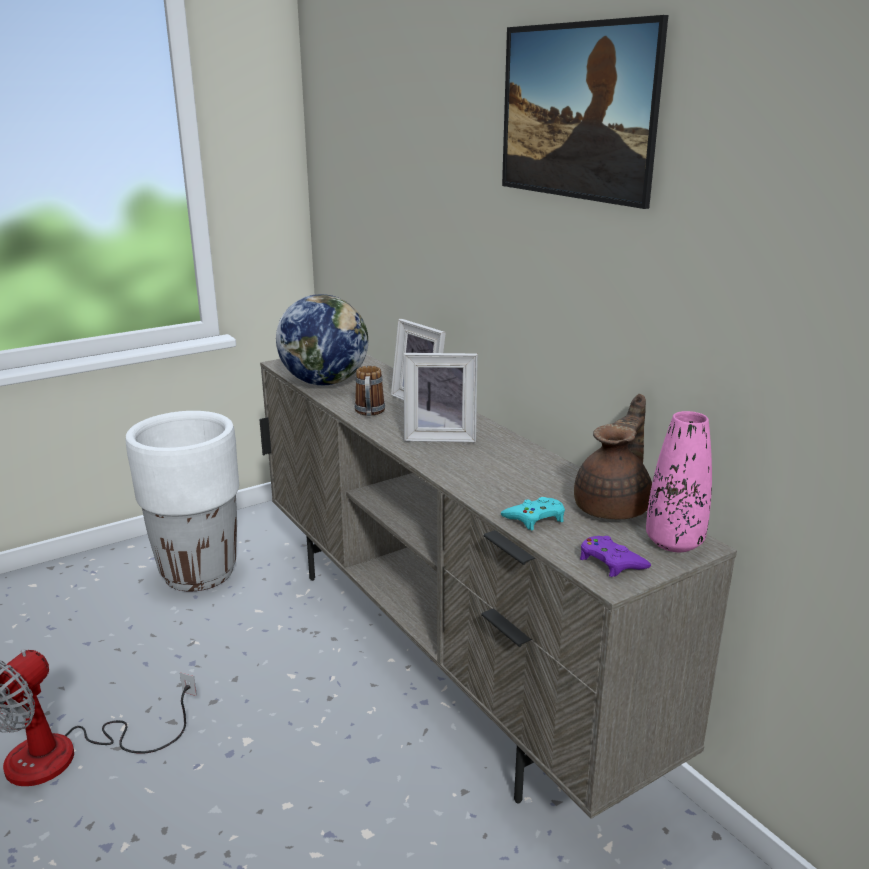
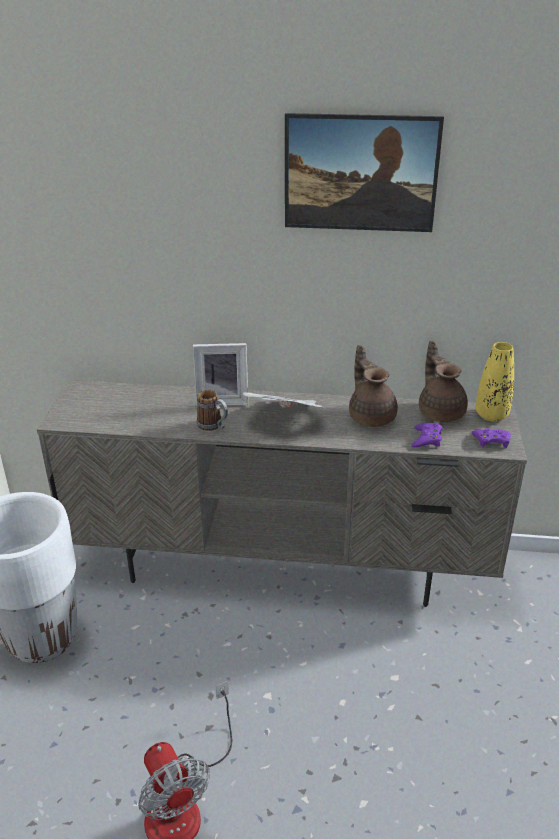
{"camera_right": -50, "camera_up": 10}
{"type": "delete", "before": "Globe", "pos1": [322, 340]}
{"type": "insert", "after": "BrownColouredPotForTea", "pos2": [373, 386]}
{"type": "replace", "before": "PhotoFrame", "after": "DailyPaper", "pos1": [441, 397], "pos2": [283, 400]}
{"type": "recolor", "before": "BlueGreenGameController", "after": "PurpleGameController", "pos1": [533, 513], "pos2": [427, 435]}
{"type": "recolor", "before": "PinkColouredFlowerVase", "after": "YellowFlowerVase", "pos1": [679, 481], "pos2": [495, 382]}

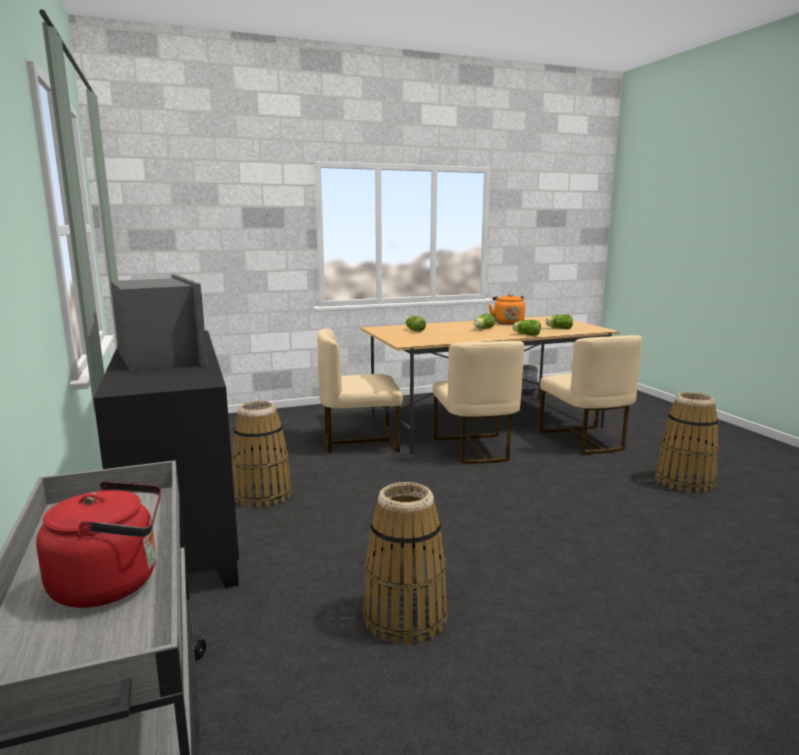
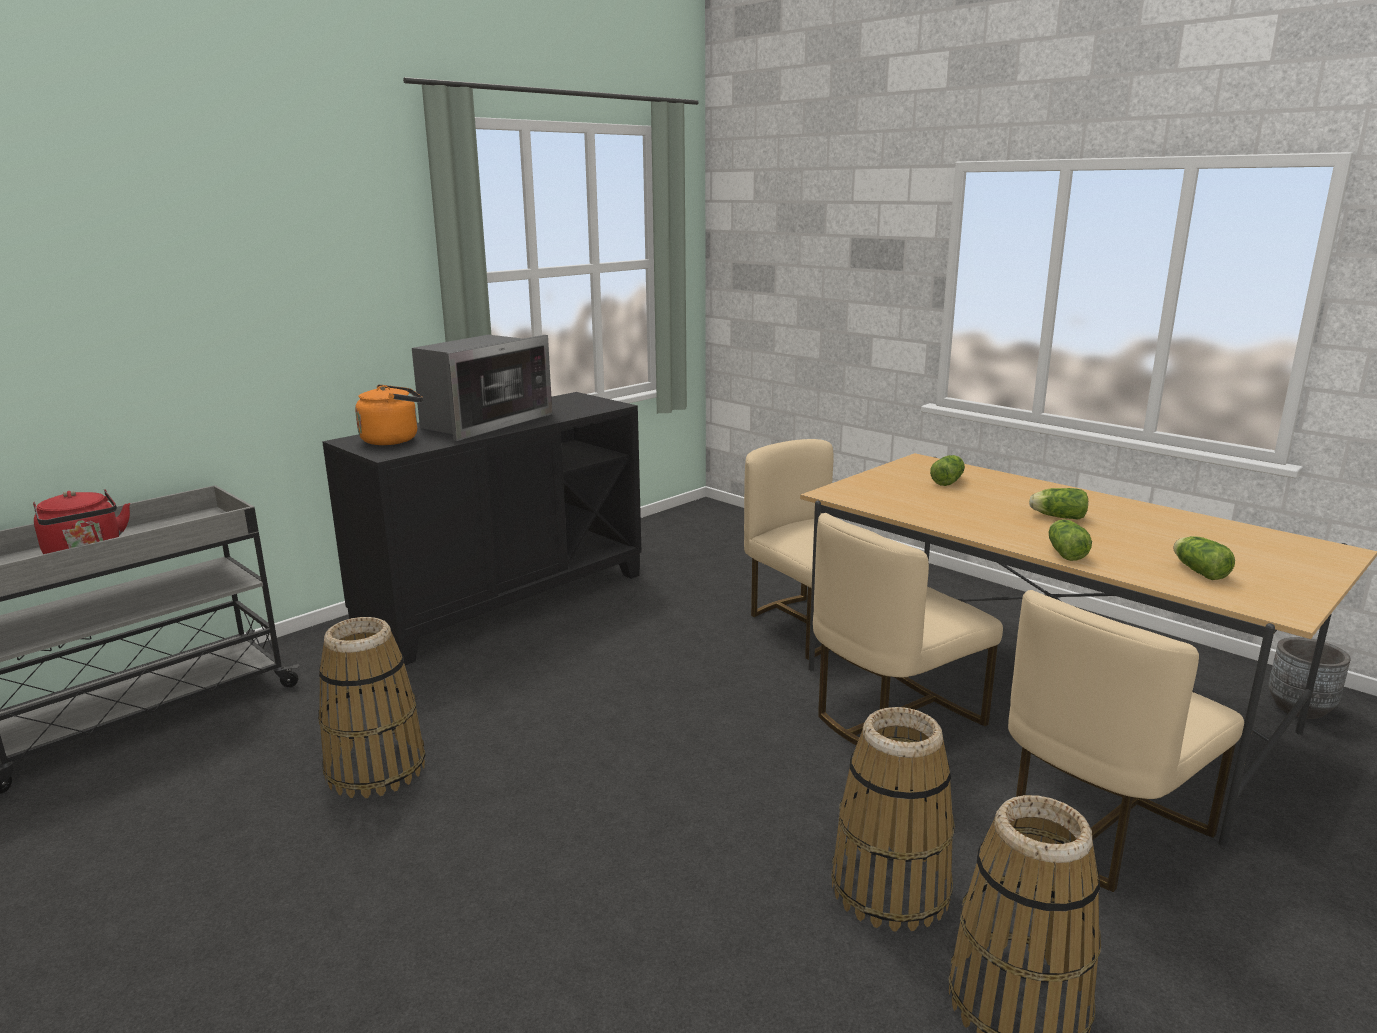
{"camera_right": 65, "camera_up": 5}
{"type": "move", "before": "HouseholdBasket", "pos1": [261, 454], "pos2": [893, 819]}
{"type": "move", "before": "OrangeColouredKettle", "pos1": [507, 309], "pos2": [389, 415]}

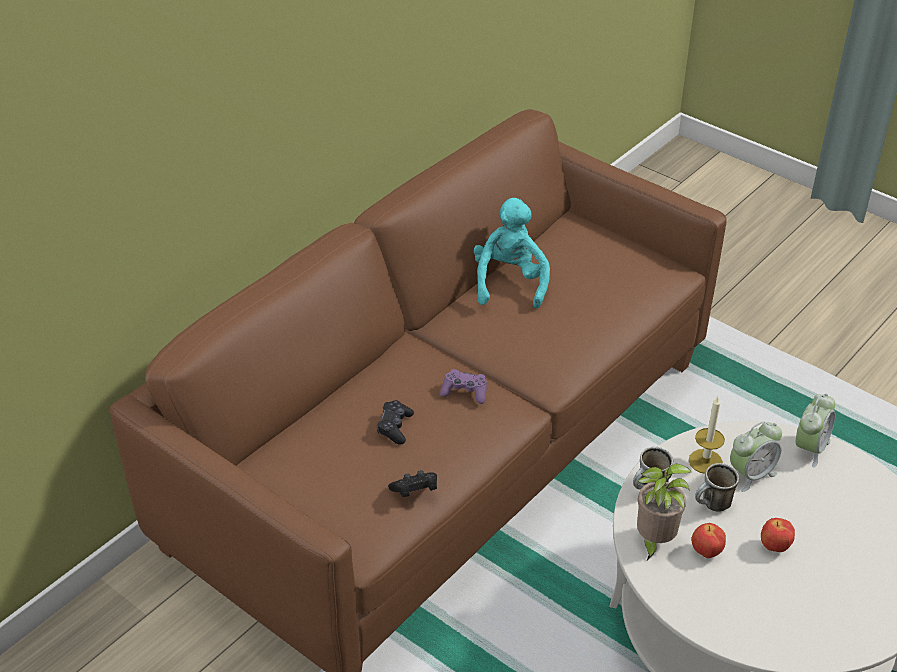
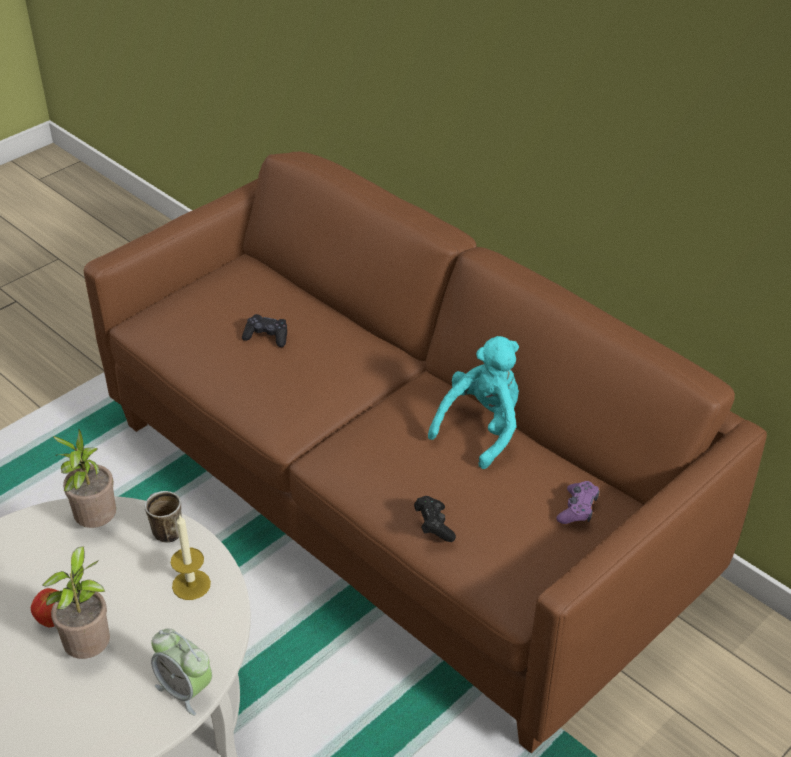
{"camera_right": 95, "camera_up": 0}
{"type": "delete", "before": "AppleFruit", "pos1": [708, 540]}
{"type": "delete", "before": "CoffeeMug", "pos1": [717, 487]}
{"type": "delete", "before": "BedsideClock", "pos1": [756, 457]}
{"type": "insert", "after": "Houseplant", "pos2": [76, 603]}
{"type": "move", "before": "BlackishGameController", "pos1": [412, 483], "pos2": [435, 519]}
{"type": "move", "before": "PurpleGameController", "pos1": [463, 386], "pos2": [577, 502]}
{"type": "rotate", "before": "BlueGreenSoftToy", "pos1": [512, 253], "pos2": [473, 402], "turn": -60}

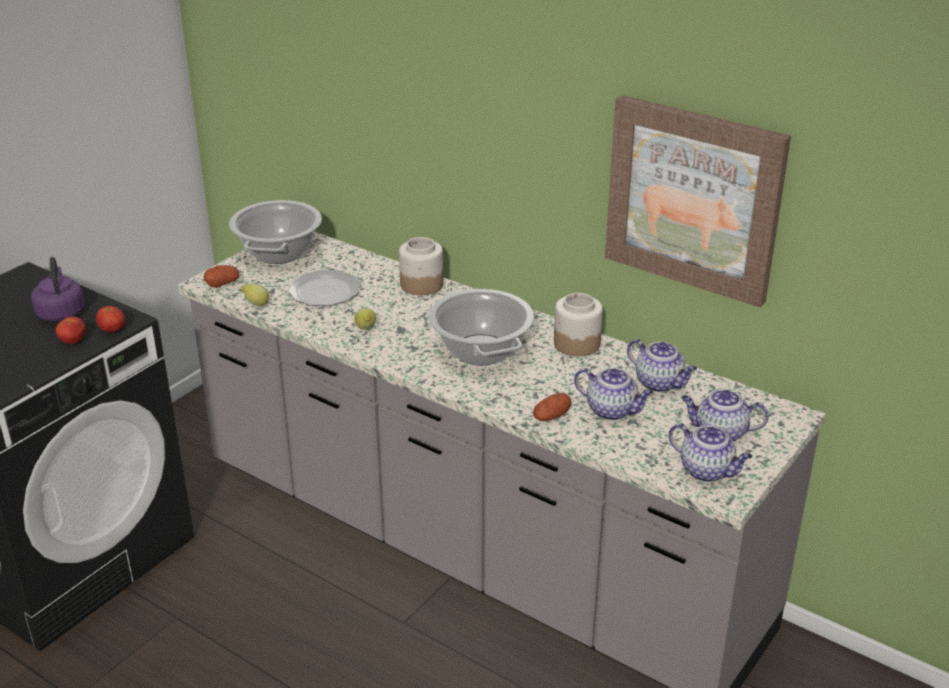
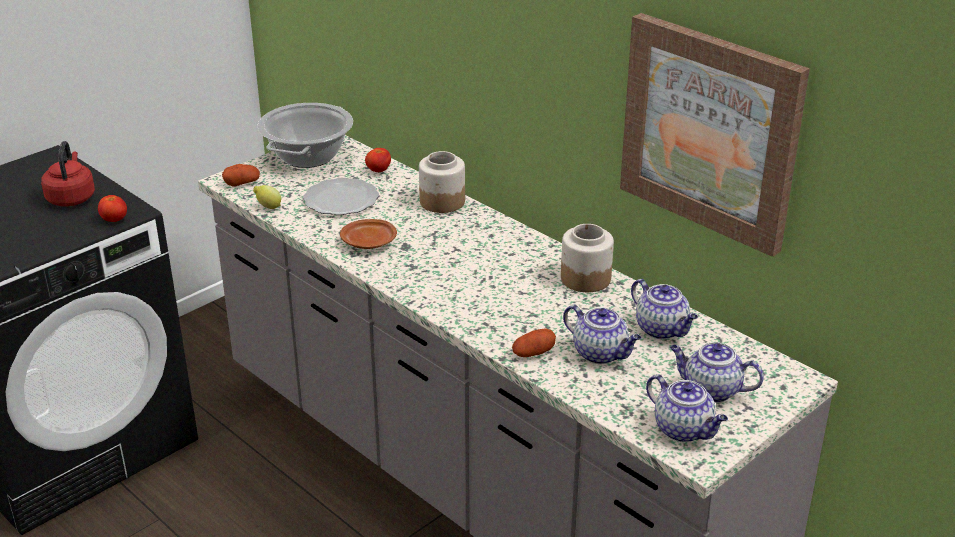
{"camera_right": 10, "camera_up": 0}
{"type": "delete", "before": "Stockpot", "pos1": [481, 327]}
{"type": "move", "before": "FreshTomato", "pos1": [71, 330], "pos2": [378, 160]}
{"type": "replace", "before": "Lemon", "after": "BrownColouredFlatDish", "pos1": [365, 319], "pos2": [368, 234]}
{"type": "recolor", "before": "PurpleKettle", "after": "RedColouredKettle", "pos1": [58, 289], "pos2": [68, 173]}

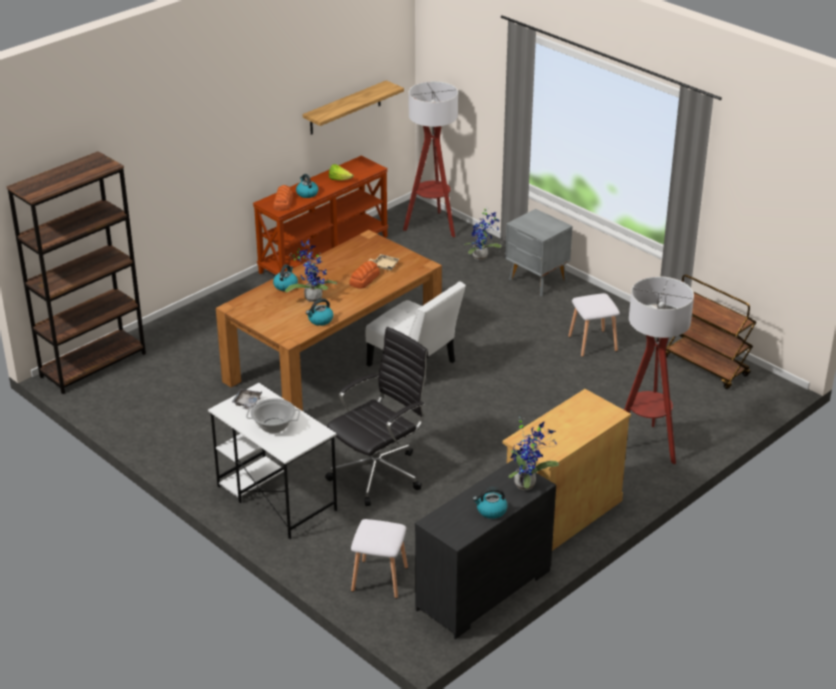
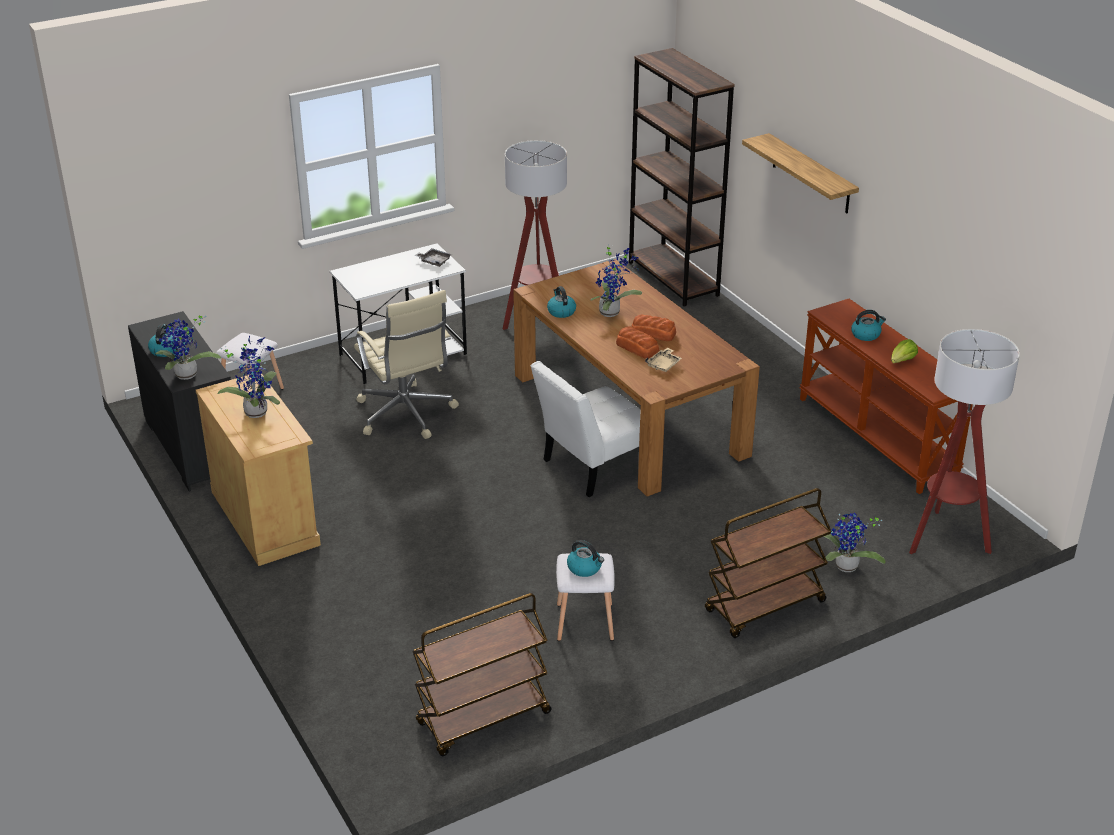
{"camera_right": 105, "camera_up": 0}
{"type": "delete", "before": "Stockpot", "pos1": [273, 415]}
{"type": "insert", "after": "Houseplant", "pos2": [248, 377]}
{"type": "move", "before": "BakedBread", "pos1": [283, 198], "pos2": [654, 327]}
{"type": "move", "before": "Kettle", "pos1": [285, 278], "pos2": [585, 558]}
{"type": "move", "before": "BracketShelf", "pos1": [353, 107], "pos2": [800, 173]}
{"type": "move", "before": "StandardLamp", "pos1": [659, 370], "pos2": [535, 235]}
{"type": "replace", "before": "GrayNightstand", "after": "BrownColouredTrolley", "pos1": [539, 252], "pos2": [768, 563]}
{"type": "recolor", "before": "BlackishComputerChair", "after": "SandColouredComputerChair", "pos1": [377, 416], "pos2": [406, 364]}

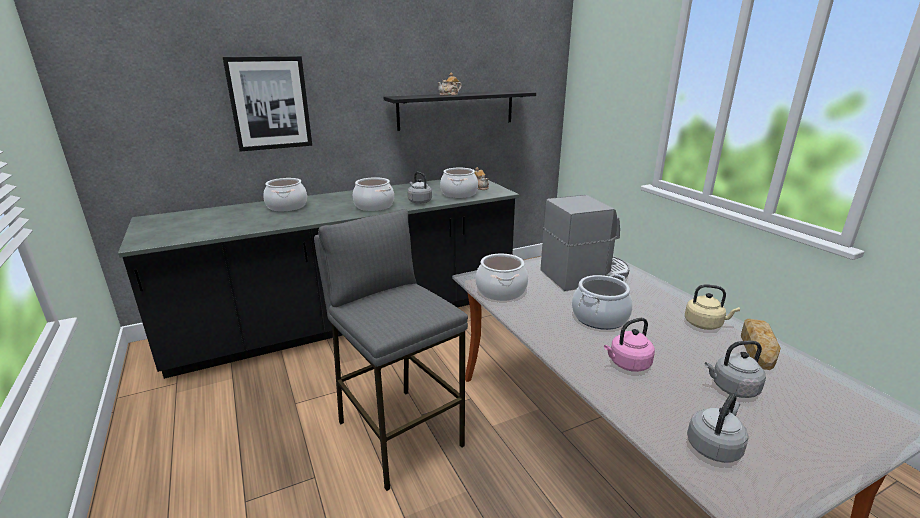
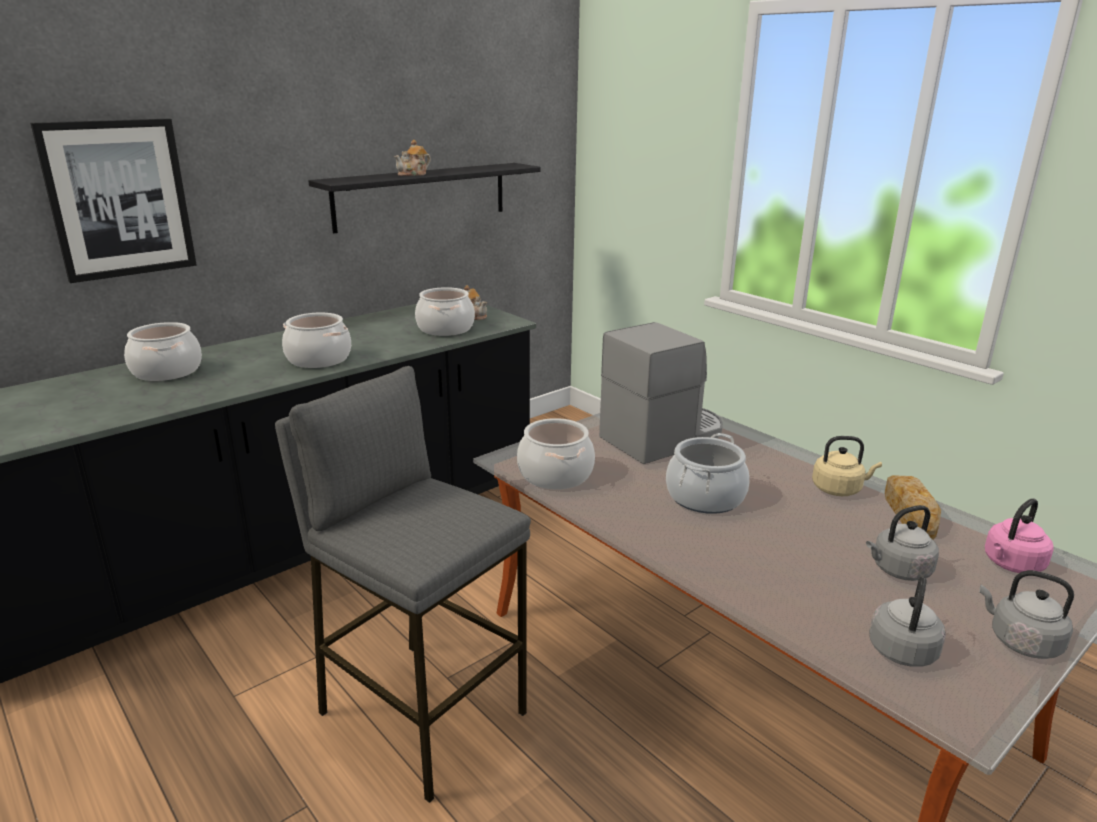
{"camera_right": -15, "camera_up": 0}
{"type": "move", "before": "GrayKettle", "pos1": [420, 188], "pos2": [1026, 614]}
{"type": "move", "before": "PinkColouredKettle", "pos1": [629, 345], "pos2": [1019, 536]}

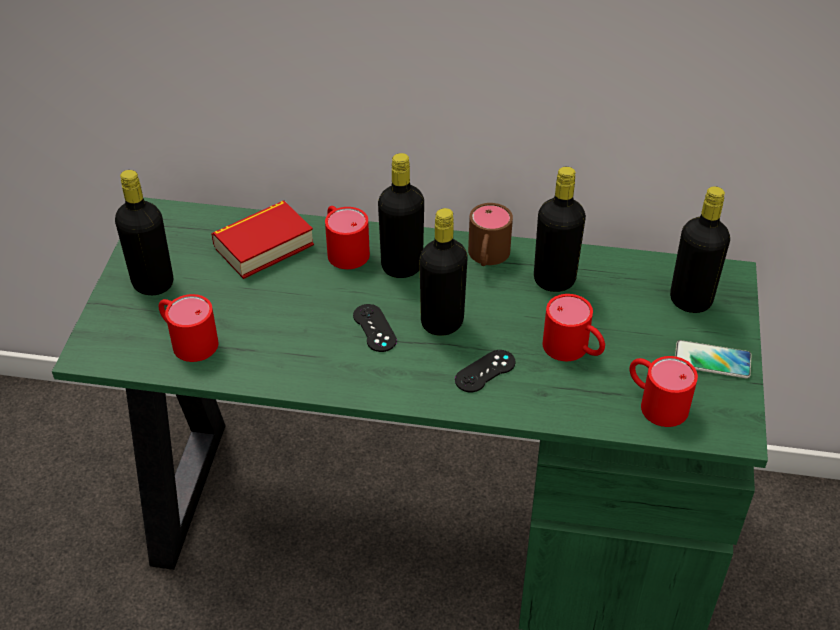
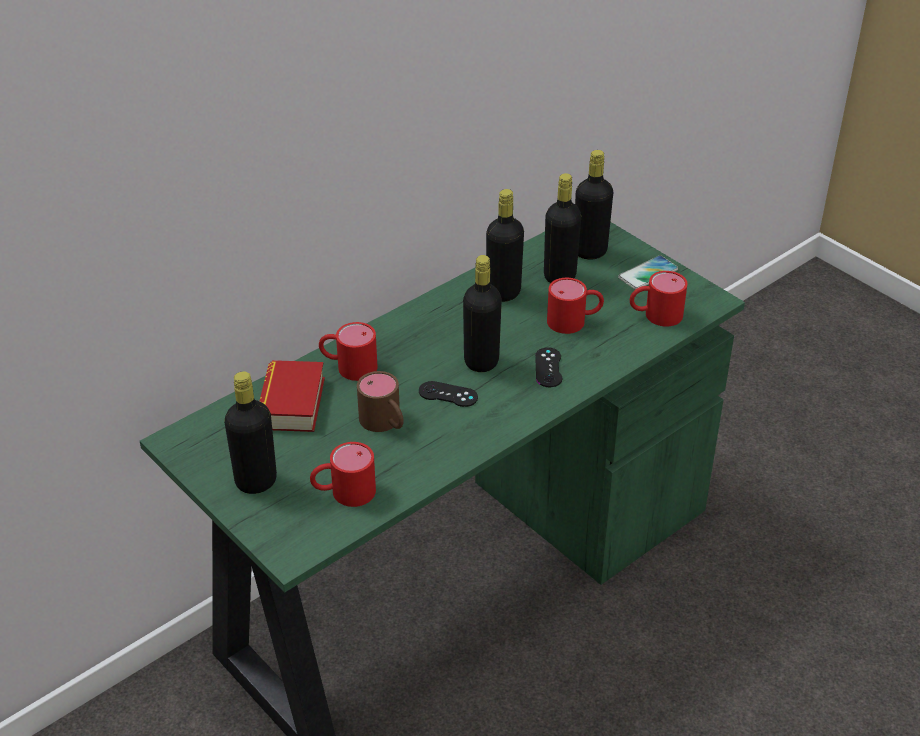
{"camera_right": -50, "camera_up": -5}
{"type": "move", "before": "BlackishBeverageBottle", "pos1": [401, 215], "pos2": [562, 228]}
{"type": "move", "before": "BrownColouredCoffeeMug", "pos1": [490, 234], "pos2": [380, 401]}

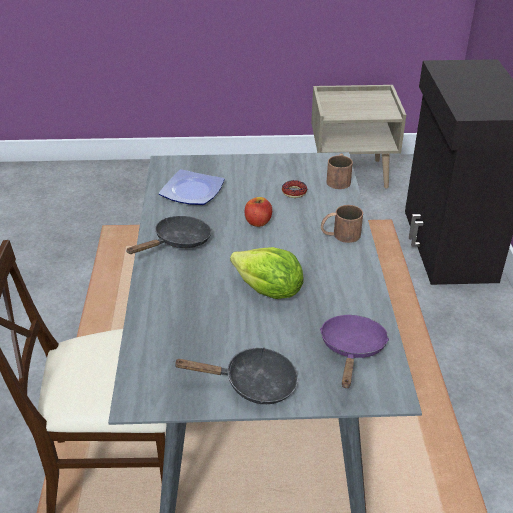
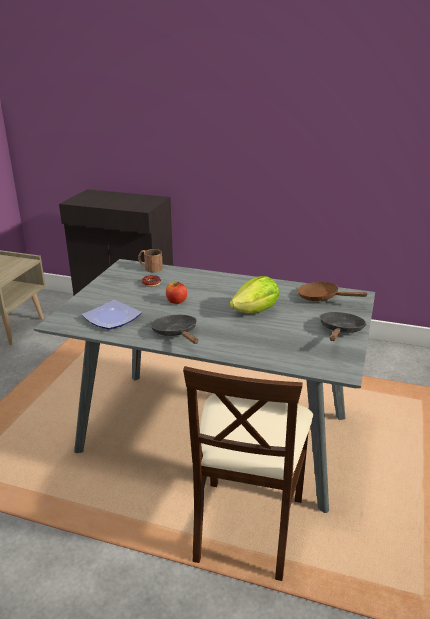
{"camera_right": -70, "camera_up": -10}
{"type": "delete", "before": "BrownColouredCoffeeMug", "pos1": [342, 224]}
{"type": "recolor", "before": "PurpleFryingPan", "after": "BrownColouredFryingPan", "pos1": [355, 351], "pos2": [333, 291]}

